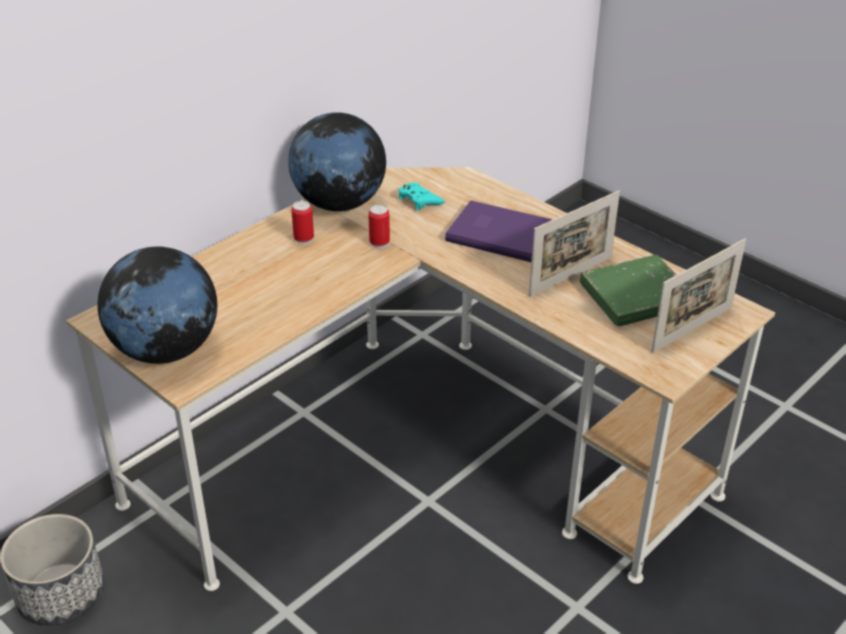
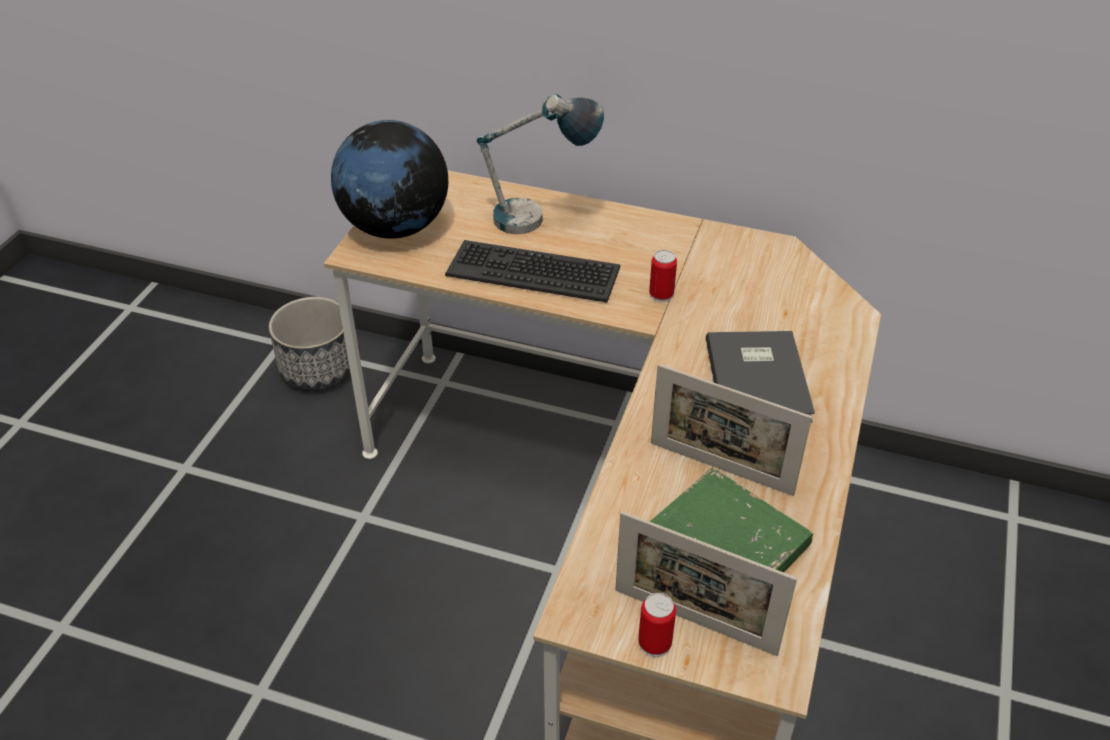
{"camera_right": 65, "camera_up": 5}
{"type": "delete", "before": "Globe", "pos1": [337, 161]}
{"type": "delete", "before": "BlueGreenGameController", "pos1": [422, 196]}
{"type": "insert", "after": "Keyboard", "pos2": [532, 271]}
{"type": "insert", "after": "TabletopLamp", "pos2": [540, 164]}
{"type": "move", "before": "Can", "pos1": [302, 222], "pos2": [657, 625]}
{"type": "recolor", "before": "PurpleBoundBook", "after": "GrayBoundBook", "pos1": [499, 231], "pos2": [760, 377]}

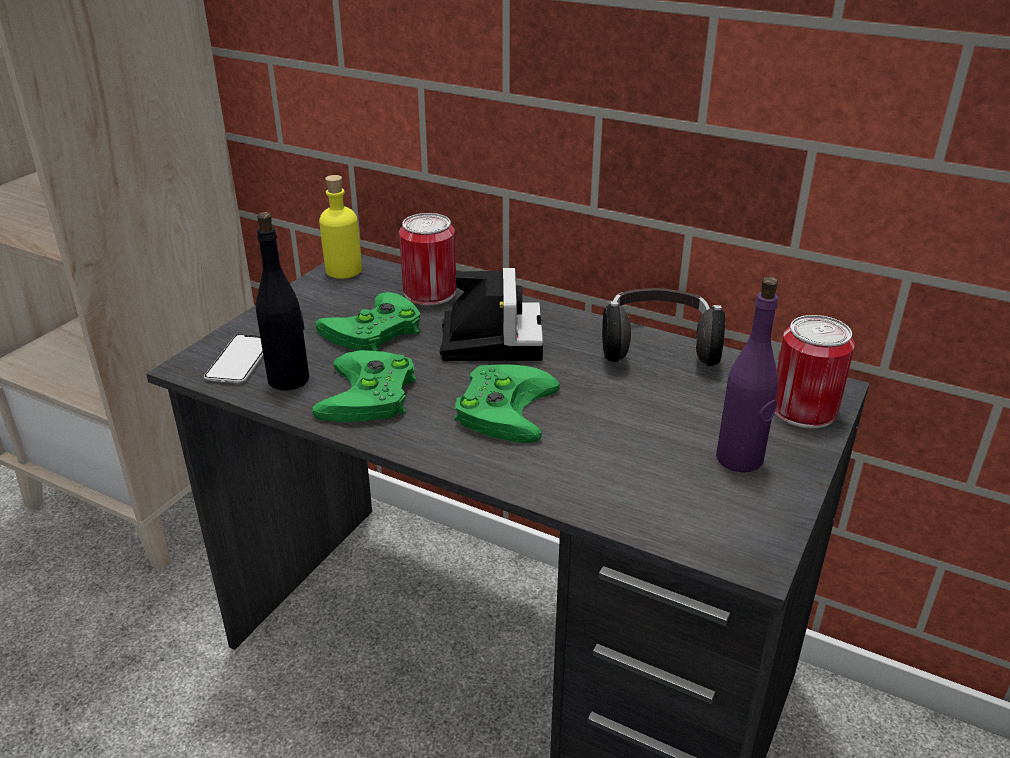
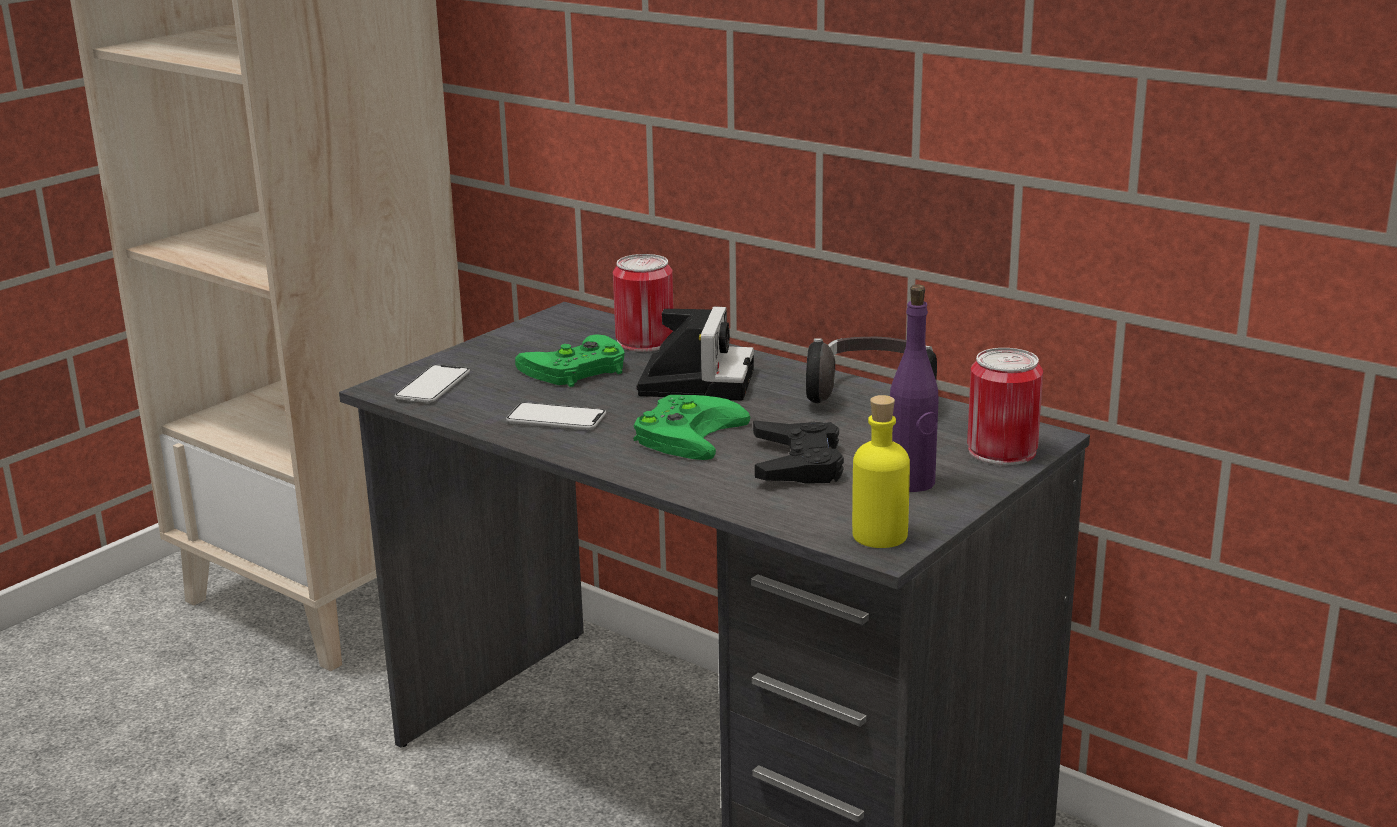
{"camera_right": 10, "camera_up": -10}
{"type": "delete", "before": "BlackishBeverageBottle", "pos1": [282, 301]}
{"type": "insert", "after": "BlackishGameController", "pos2": [798, 452]}
{"type": "move", "before": "YellowBeverageBottle", "pos1": [340, 227], "pos2": [881, 471]}
{"type": "replace", "before": "GreenColouredGameController", "after": "Handset", "pos1": [364, 386], "pos2": [556, 416]}

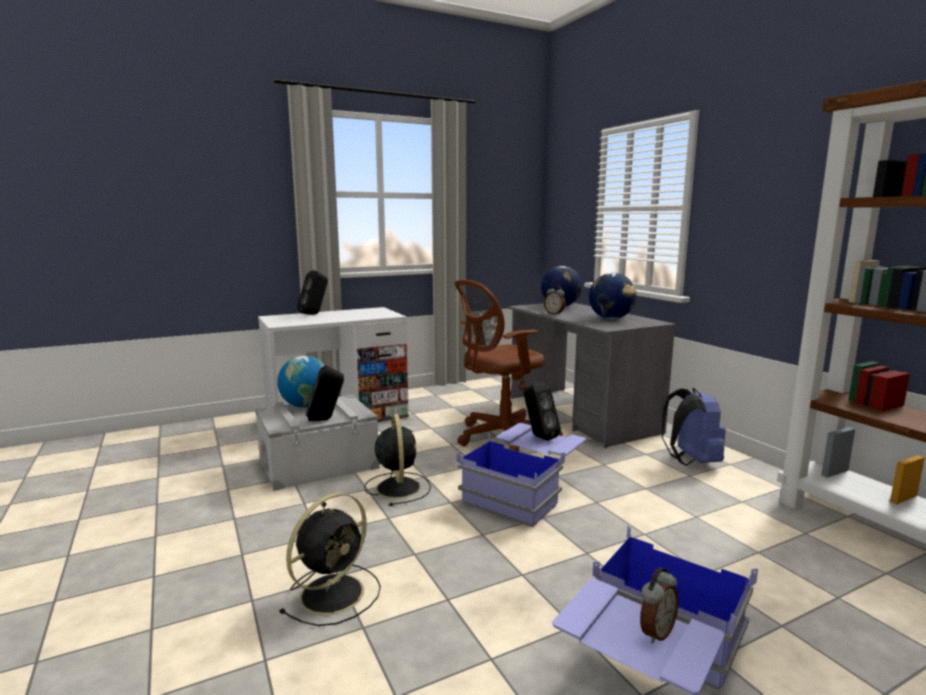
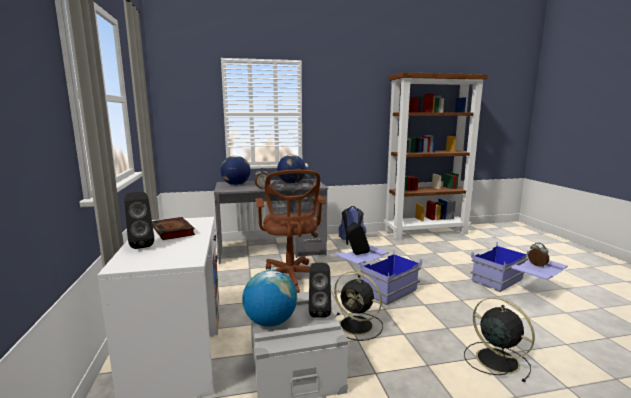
{"camera_right": -75, "camera_up": 0}
{"type": "insert", "after": "BoundBook", "pos2": [173, 228]}
{"type": "rotate", "before": "BlackishCoolingFan", "pos1": [397, 460], "pos2": [358, 306], "turn": -150}

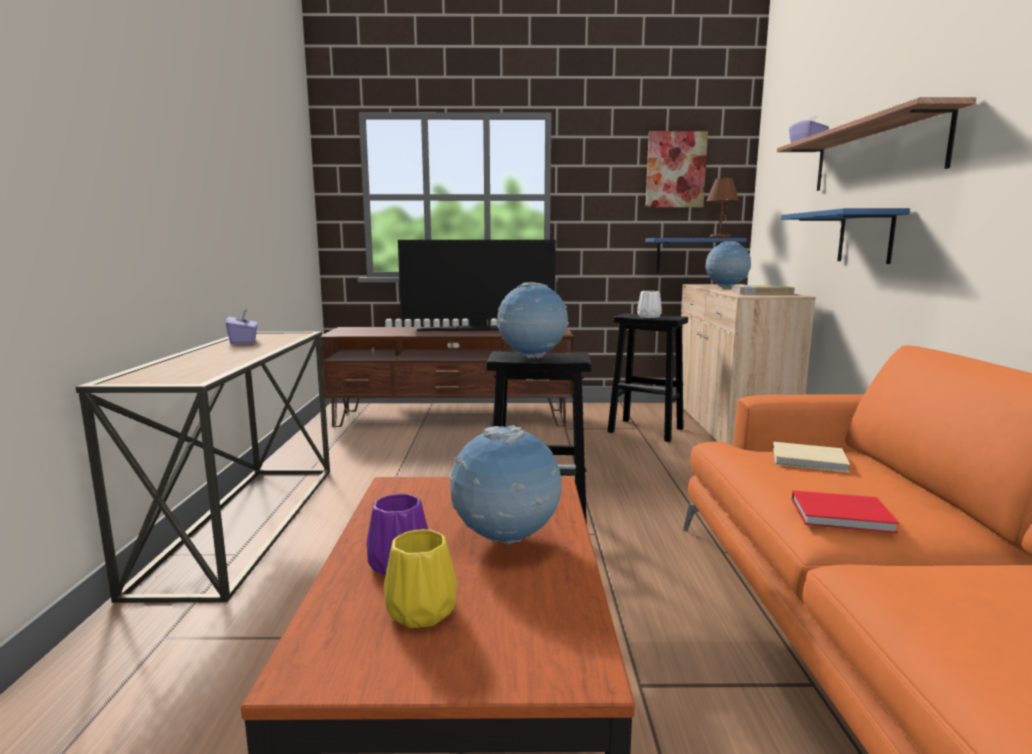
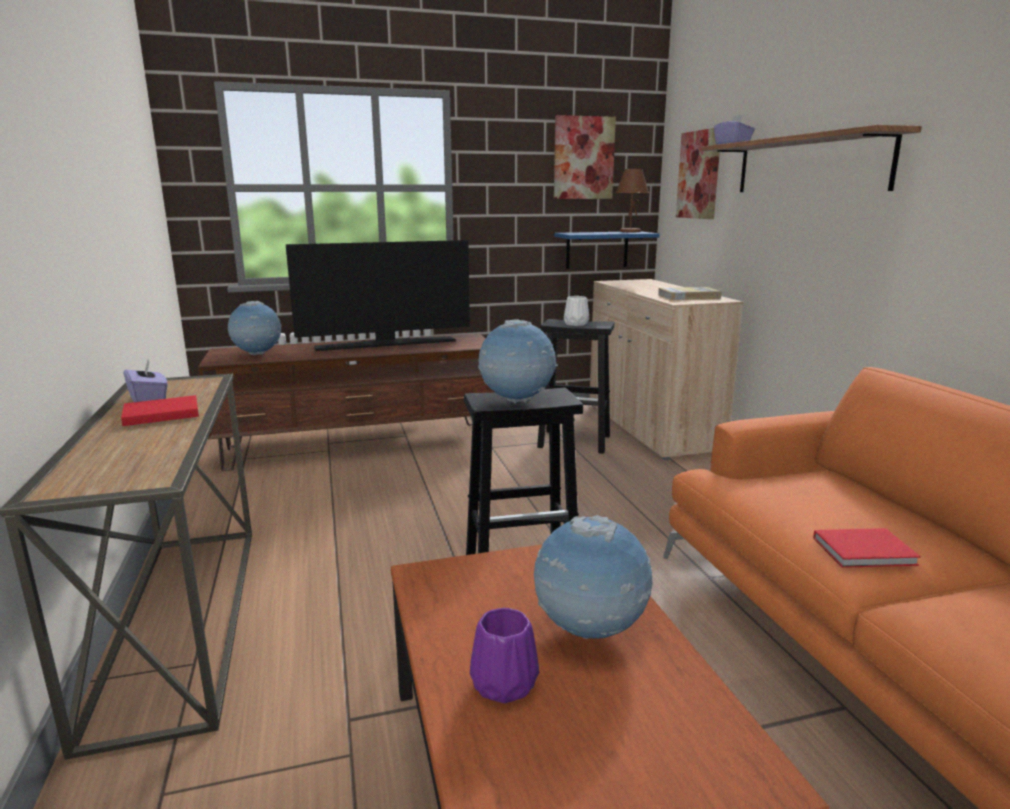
{"camera_right": -15, "camera_up": 5}
{"type": "delete", "before": "YellowFlowerVase", "pos1": [420, 578]}
{"type": "delete", "before": "SandColouredBoundBook", "pos1": [811, 457]}
{"type": "delete", "before": "BlueColouredBracketShelf", "pos1": [845, 236]}
{"type": "insert", "after": "RedColouredBoundBook", "pos2": [160, 410]}
{"type": "insert", "after": "Picture", "pos2": [698, 173]}
{"type": "move", "before": "Globe", "pos1": [728, 264], "pos2": [255, 328]}

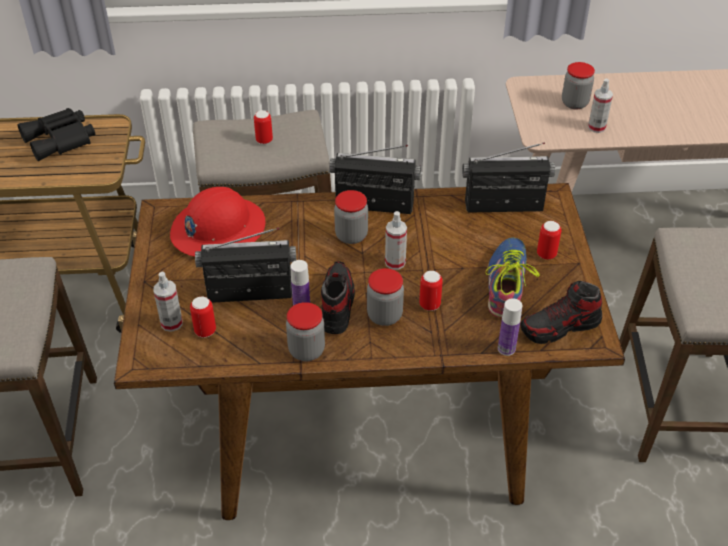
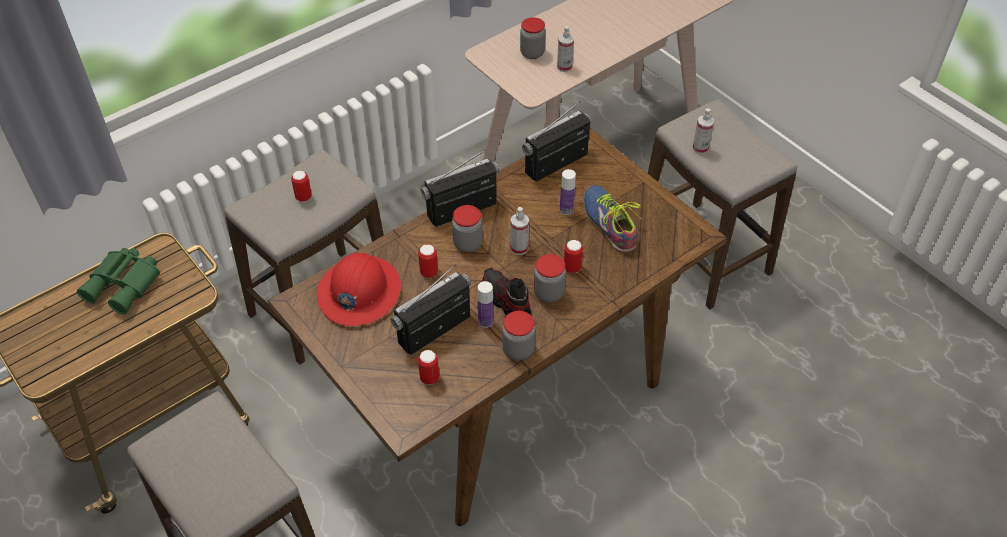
{"camera_right": -35, "camera_up": 5}
{"type": "delete", "before": "Shoe", "pos1": [561, 312]}
{"type": "move", "before": "Sprayer", "pos1": [168, 302], "pos2": [703, 131]}
{"type": "move", "before": "BeverageBottle", "pos1": [510, 327], "pos2": [568, 192]}
{"type": "move", "before": "Can", "pos1": [549, 240], "pos2": [428, 261]}
{"type": "recolor", "before": "BlackishFieldGlasses", "after": "GreenColouredFieldGlasses", "pos1": [56, 134], "pos2": [118, 281]}

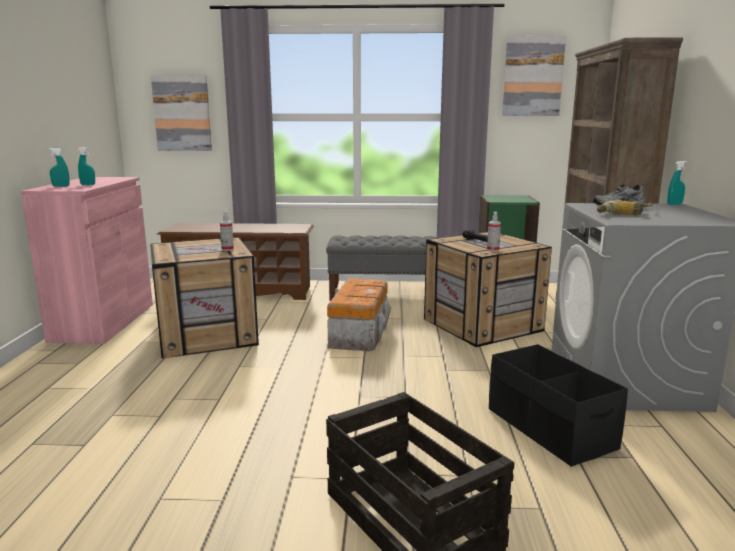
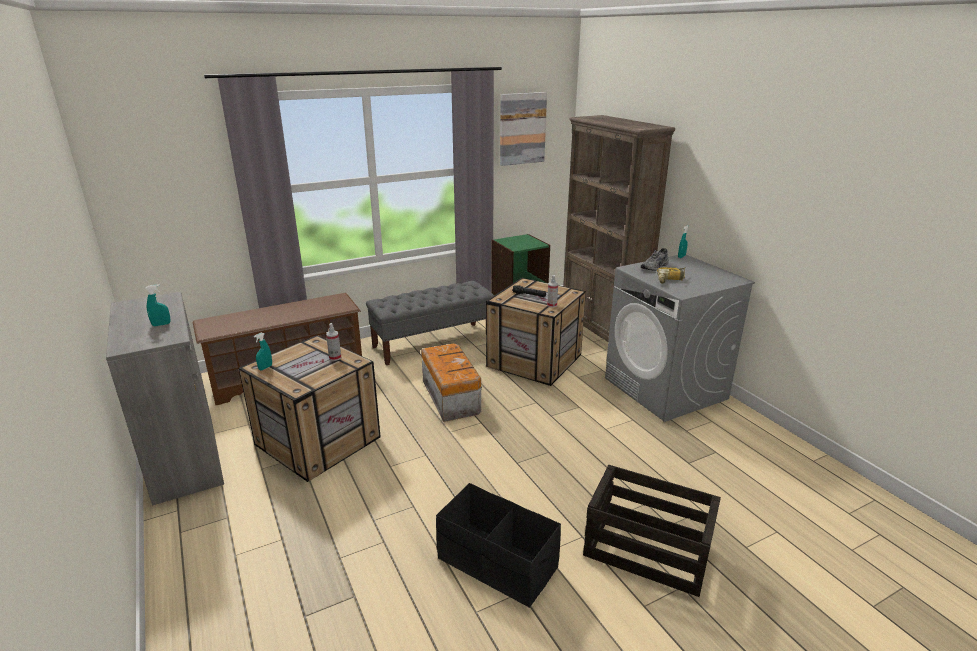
{"camera_right": -30, "camera_up": 10}
{"type": "delete", "before": "Picture", "pos1": [181, 113]}
{"type": "move", "before": "BlueGreenSprayer", "pos1": [59, 167], "pos2": [263, 351]}
{"type": "move", "before": "BlackishStorageBox", "pos1": [558, 405], "pos2": [498, 545]}
{"type": "recolor", "before": "PinkColouredCupboard", "after": "GrayCupboard", "pos1": [87, 260], "pos2": [165, 399]}

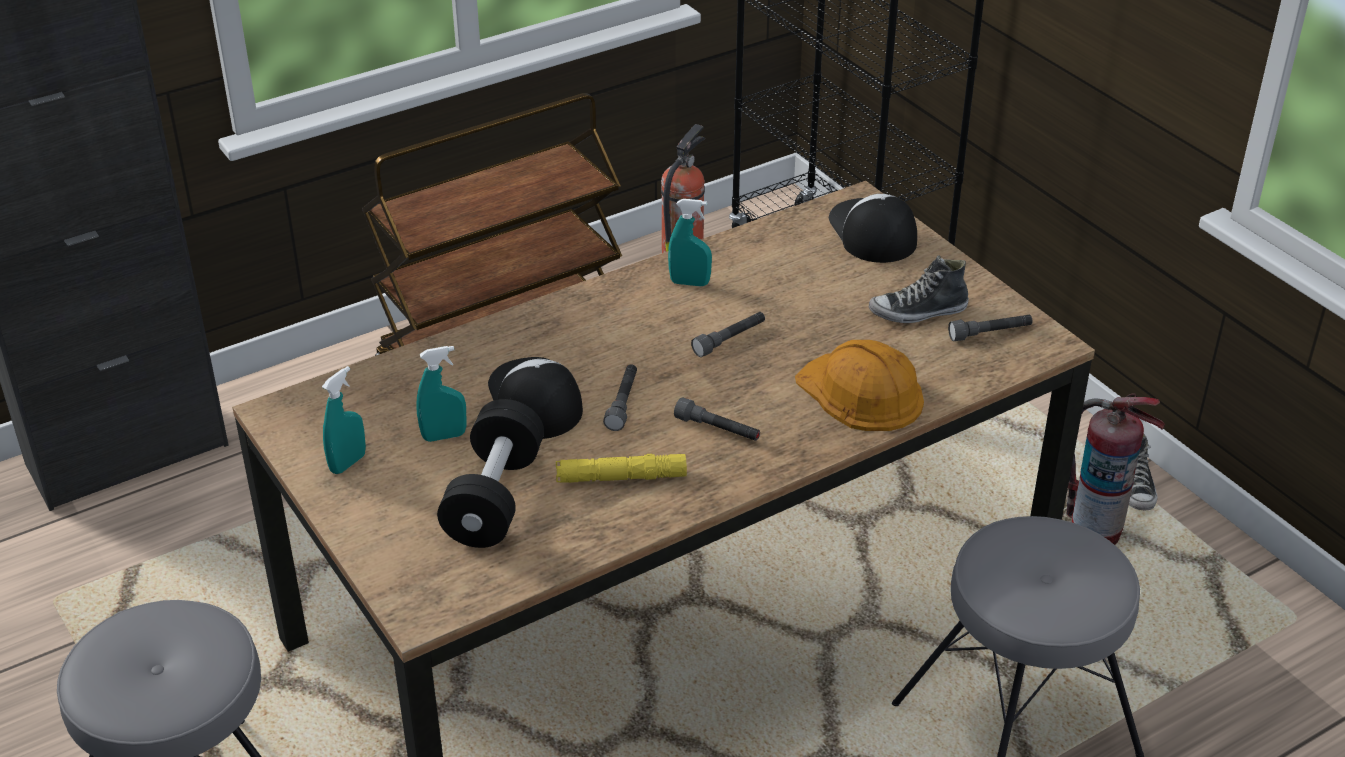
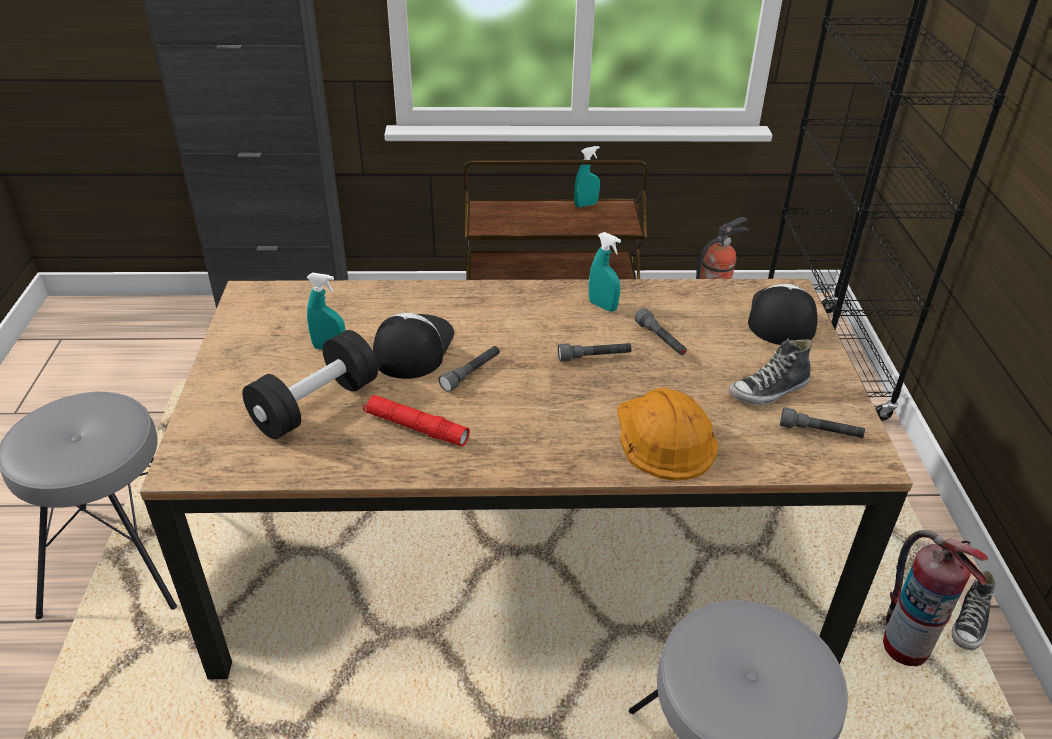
{"camera_right": 30, "camera_up": 0}
{"type": "move", "before": "BlueGreenSprayer", "pos1": [344, 420], "pos2": [587, 176]}
{"type": "move", "before": "GrayHandTorch", "pos1": [717, 419], "pos2": [661, 331]}
{"type": "recolor", "before": "YellowHandTorch", "after": "RedColouredHandTorch", "pos1": [621, 468], "pos2": [416, 421]}
{"type": "rotate", "before": "Shoe", "pos1": [919, 289], "pos2": [770, 371], "turn": -45}

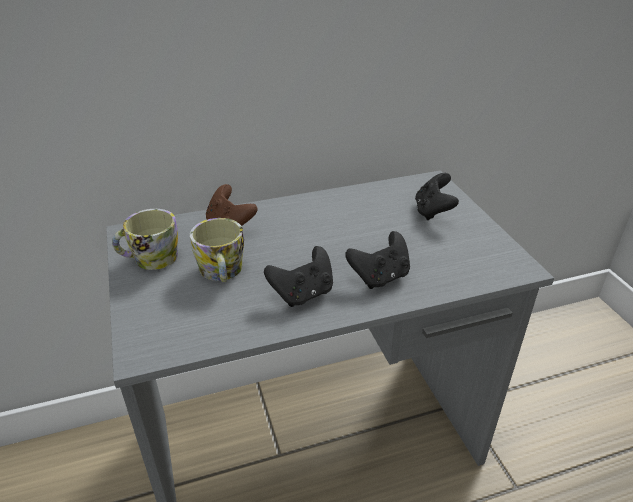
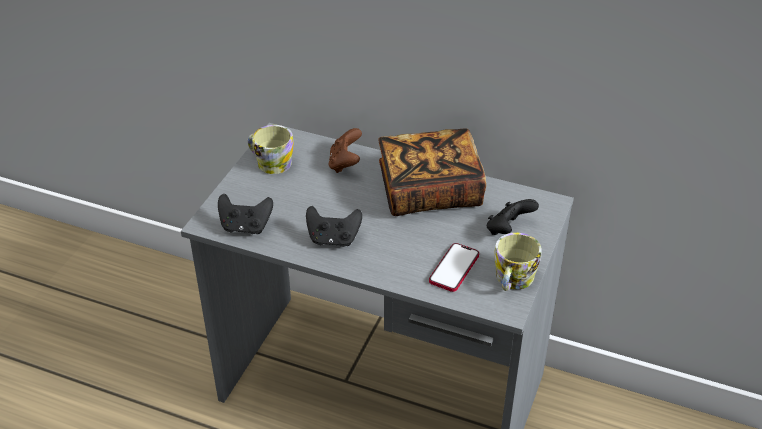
{"camera_right": 40, "camera_up": 5}
{"type": "insert", "after": "BoundBook", "pos2": [432, 172]}
{"type": "insert", "after": "Handset", "pos2": [454, 267]}
{"type": "move", "before": "CoffeeMug", "pos1": [217, 250], "pos2": [518, 262]}
{"type": "move", "before": "BlackishGameController", "pos1": [377, 260], "pos2": [245, 214]}

